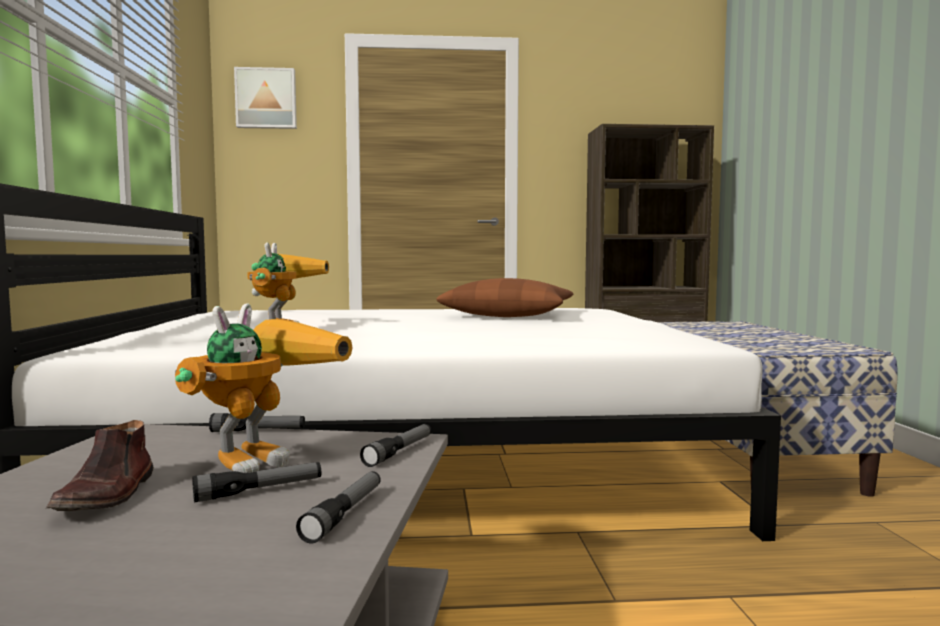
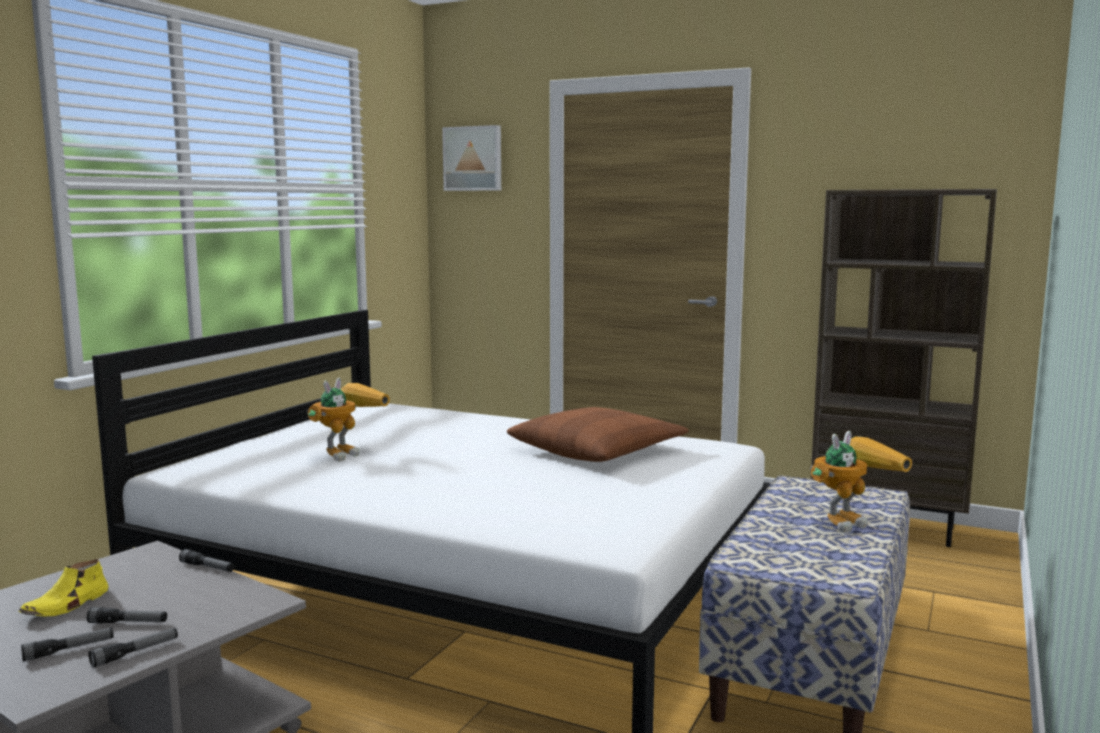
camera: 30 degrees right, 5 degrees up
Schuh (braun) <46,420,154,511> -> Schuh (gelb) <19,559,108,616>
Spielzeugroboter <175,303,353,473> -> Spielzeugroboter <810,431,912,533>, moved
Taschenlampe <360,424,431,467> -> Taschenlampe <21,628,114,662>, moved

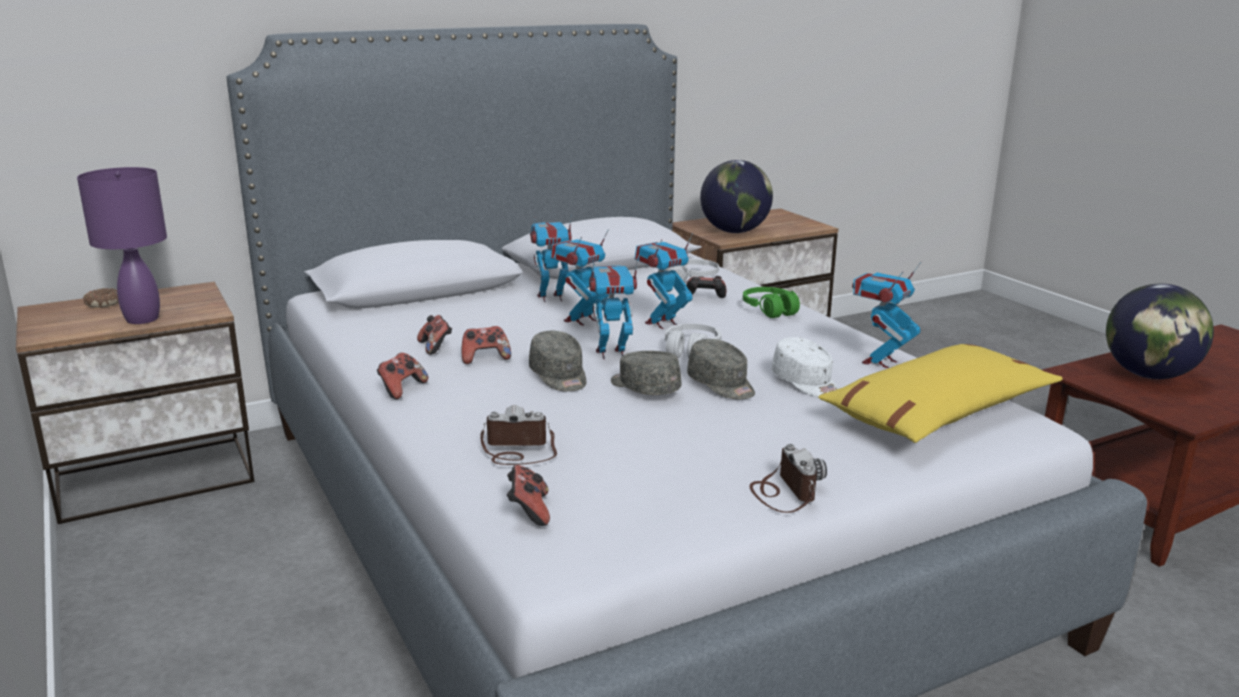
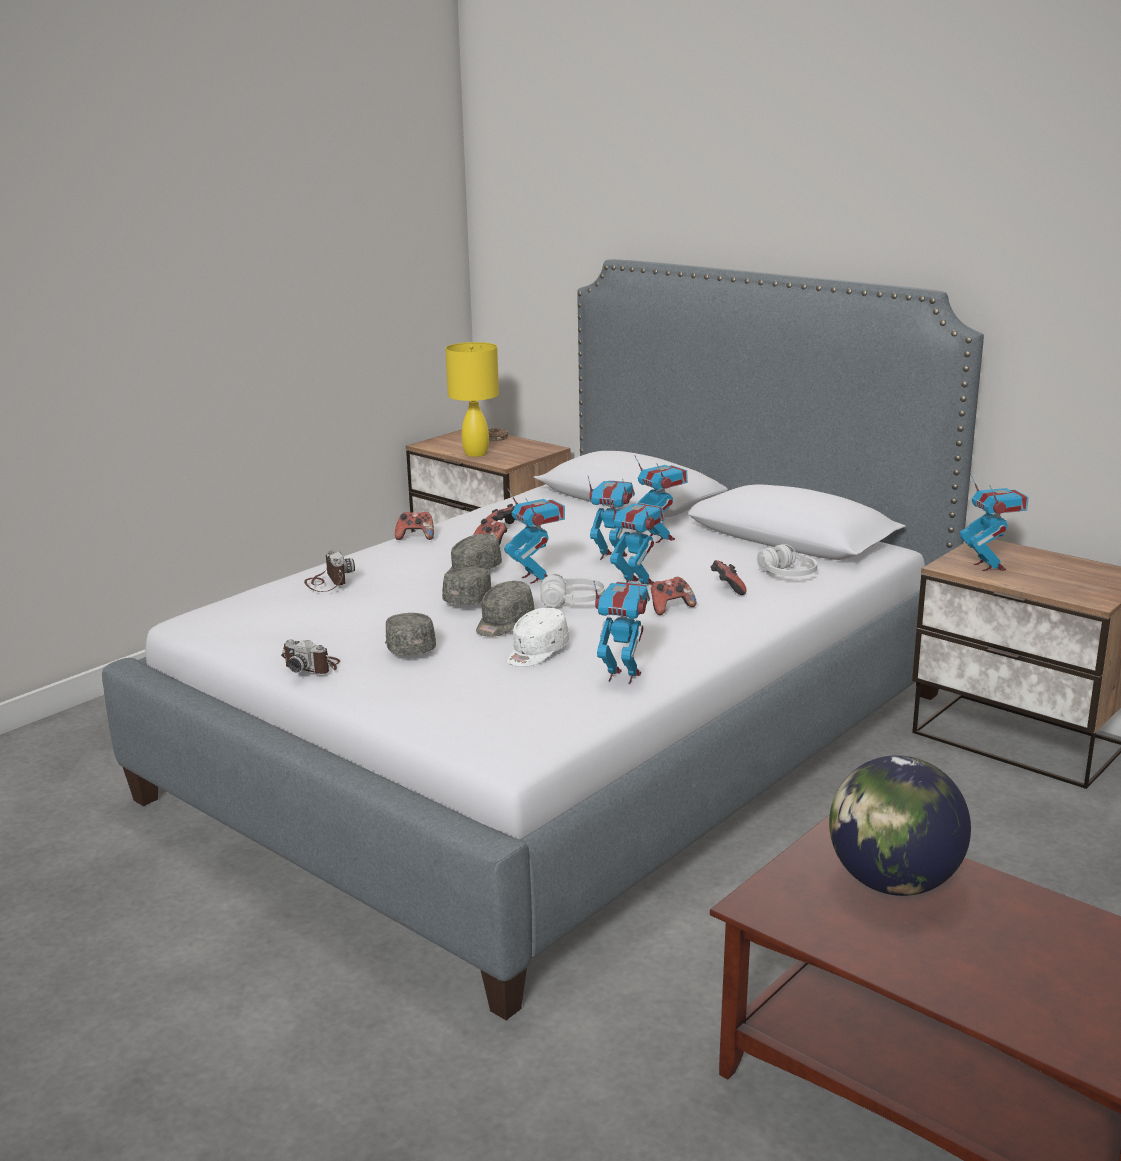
camera: 70 degrees right, 0 degrees up
Tischlampe (lila) <77,167,167,324> -> Tischlampe (gelb) <445,342,499,457>
Gamepad <507,465,550,526> -> Gamepad <651,577,697,615>, moved
Globus <700,160,773,233> -> Spielzeugroboter <960,475,1029,571>
Kopfhörer (grün) <743,287,800,318> -> none
Kamera <749,444,827,513> -> Kamera <281,639,340,674>, 60 degrees clockwise
Kissen (gelb) <818,344,1063,443> -> none
none -> Kappe (grau) <385,613,436,655>

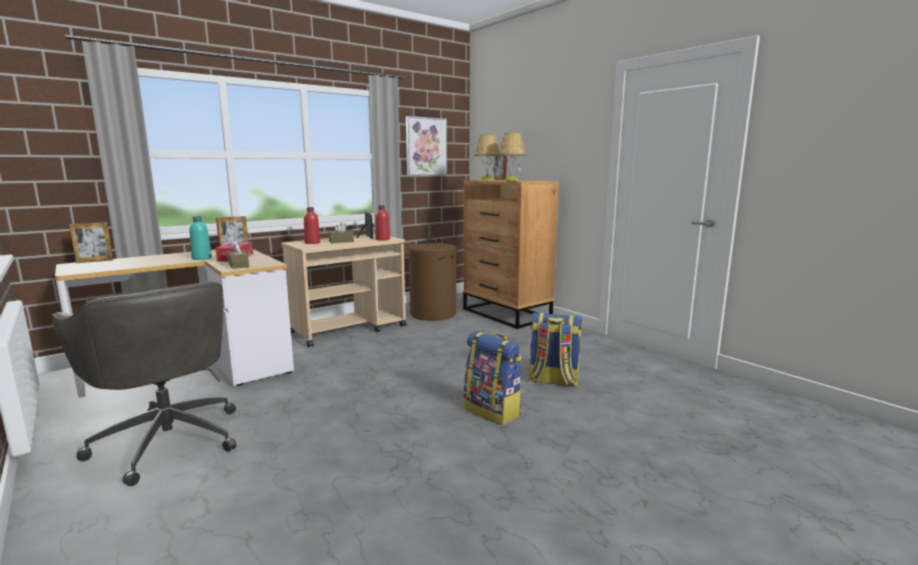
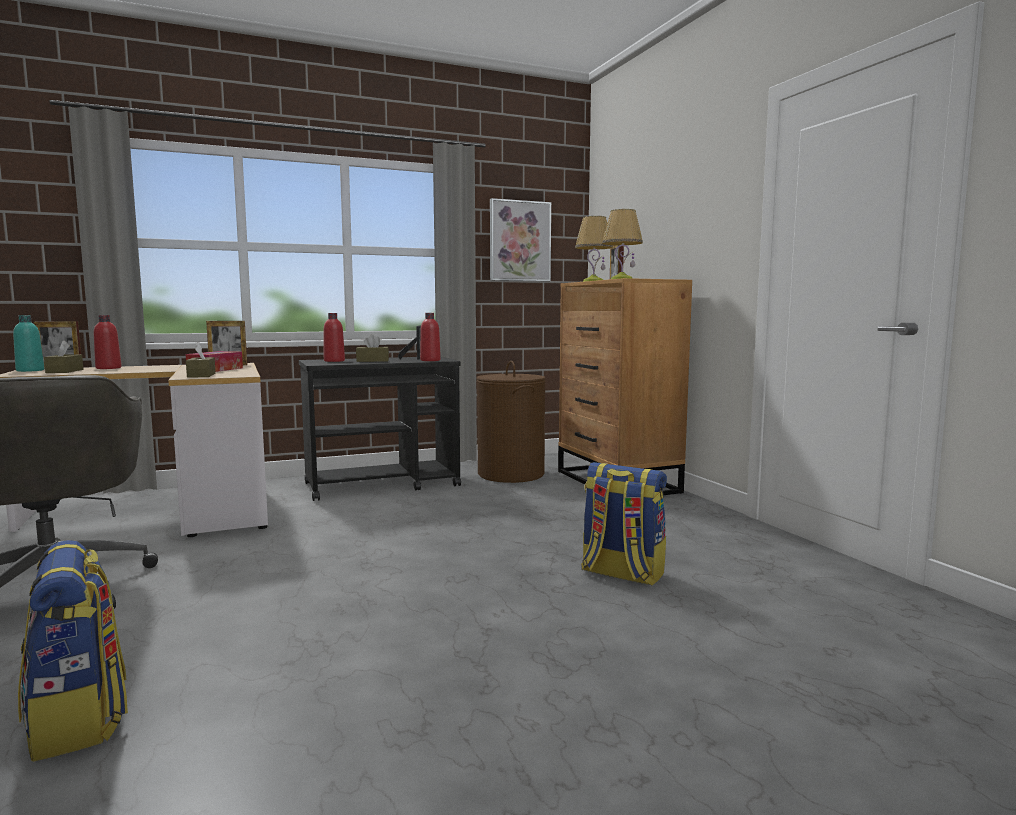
camera: 15 degrees right, 5 degrees down
Flasche (türkis) <189,216,212,260> -> Flasche (türkis) <13,315,44,372>, moved
Rollwagen (beige) <281,234,406,347> -> Rollwagen (schwarz) <299,357,461,501>
Rucksack <464,331,522,425> -> Rucksack <18,540,128,762>, moved
none -> Taschentuchbox (braun) <44,340,83,373>
none -> Flasche (rot) <94,315,122,369>

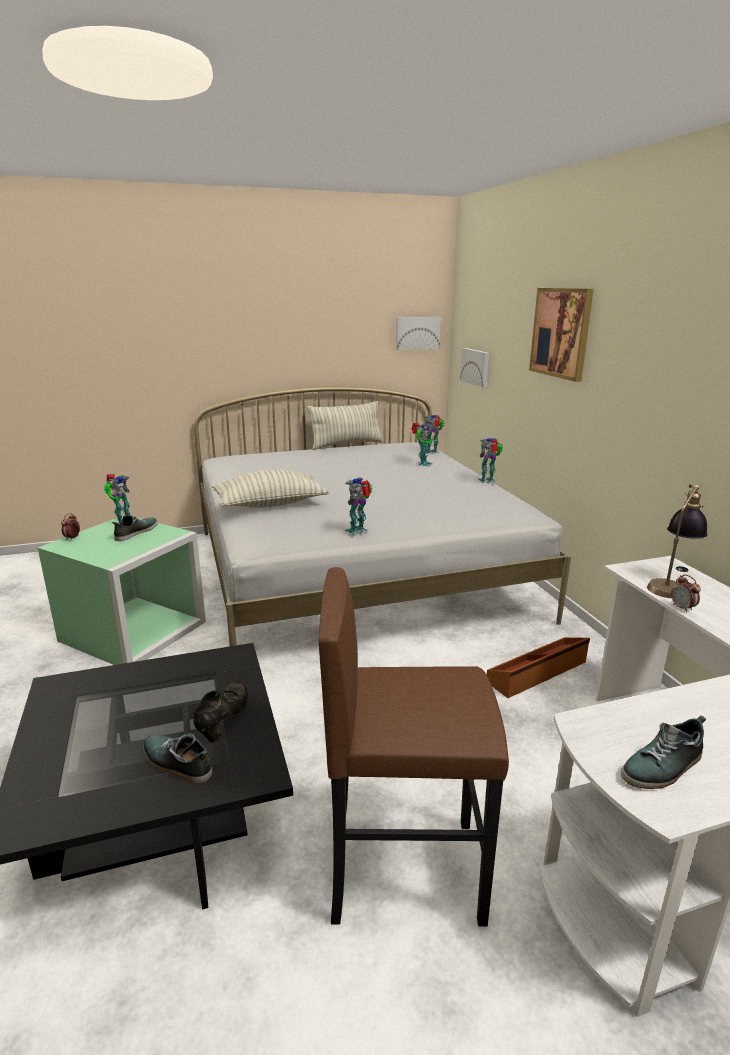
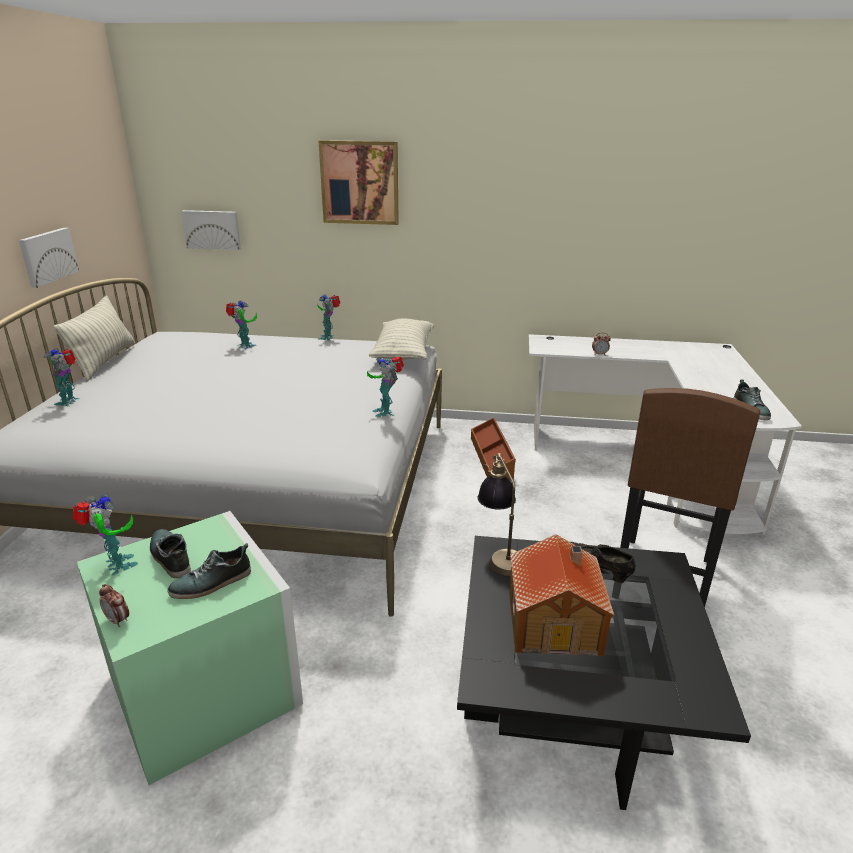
camera: 65 degrees left, 5 degrees up
Schuh <143,733,212,784> -> Schuh <168,543,251,599>, moved
Kissen <212,470,329,508> -> Kissen <369,319,434,360>, moved
Bild <396,317,441,350> -> Bild <19,228,79,288>, moved
Spielzeugroboter <425,415,444,454> -> Spielzeugroboter <44,348,80,406>, moved
Tischlampe <647,484,707,598> -> Tischlampe <478,453,517,576>, moved
none -> Spielzeughaus <509,534,614,656>

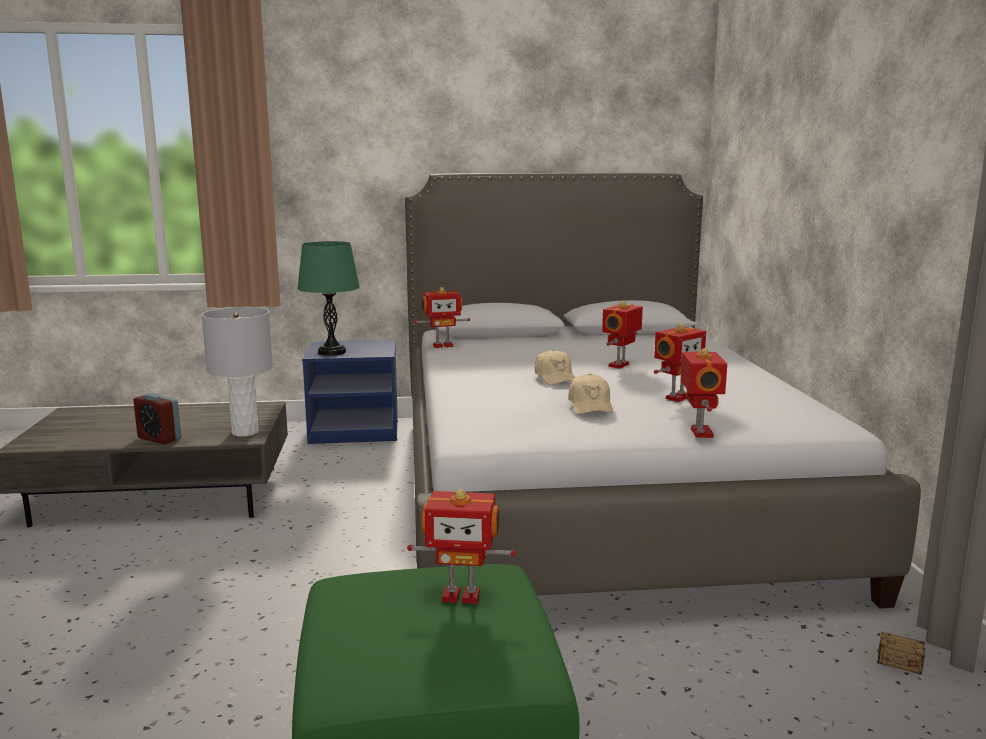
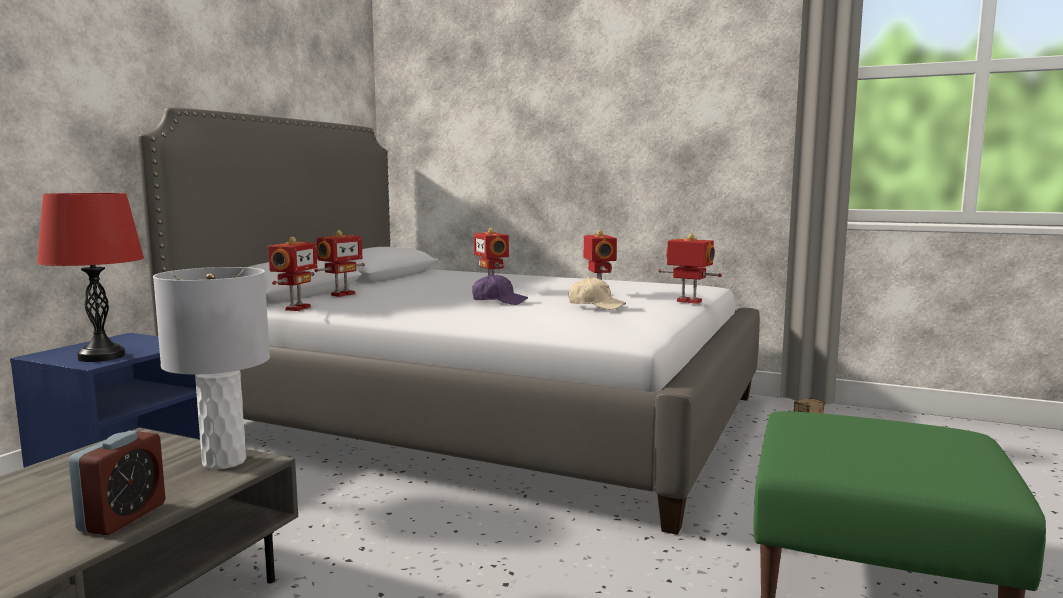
camera: 60 degrees left, 5 degrees down
Wecker <133,393,181,444> -> Wecker <68,431,165,535>, 45 degrees counterclockwise
Tischlampe (grün) <297,241,360,356> -> Tischlampe (rot) <37,193,144,362>
Spielzeugroboter <407,489,516,604> -> Spielzeugroboter <314,230,365,297>, moved
Kappe (beige) <535,349,576,385> -> Kappe (lila) <472,274,528,305>

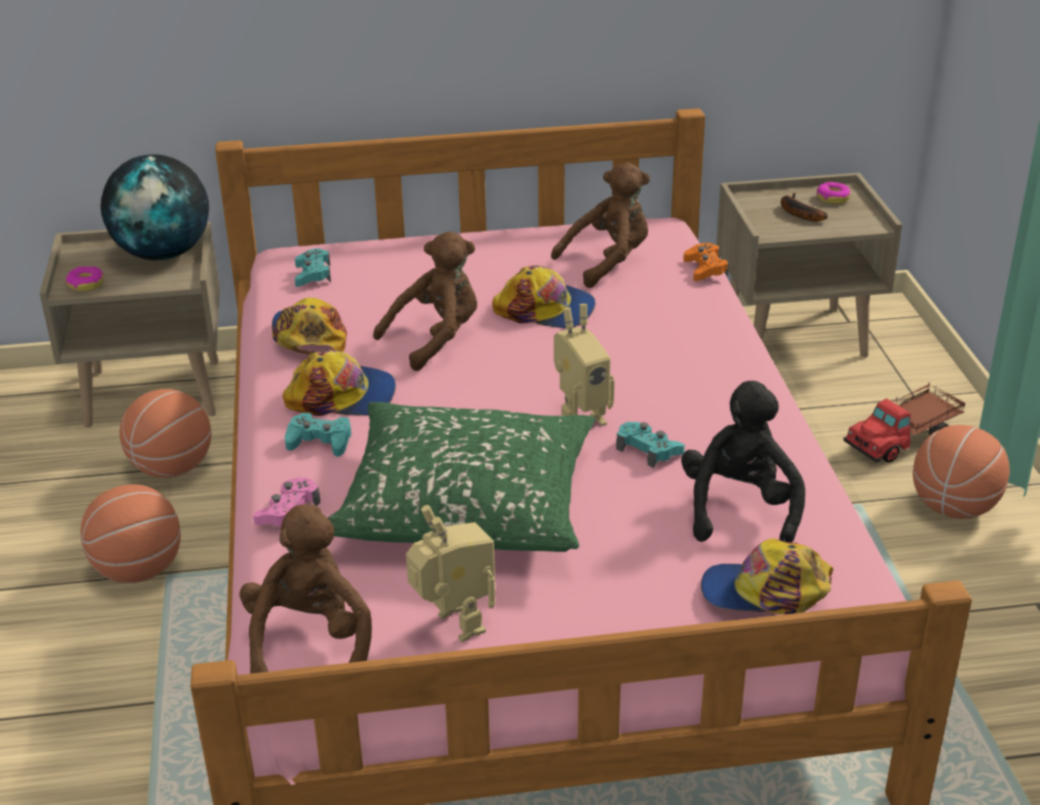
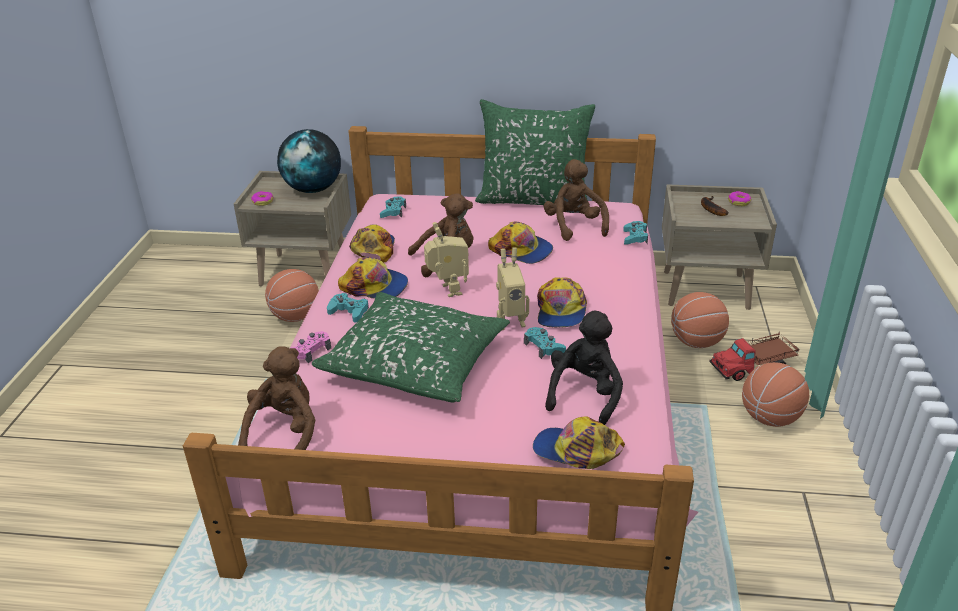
camera: 15 degrees right, 0 degrees up
Basketball <80,484,181,583> -> Basketball <671,292,729,348>, moved
Spielzeugroboter <406,505,495,642> -> Spielzeugroboter <424,222,469,297>, moved
Plüschtier (braun) <551,162,650,288> -> Plüschtier (braun) <543,159,609,241>, 90 degrees counterclockwise
Gamepad (orange) <683,243,729,281> -> Gamepad (türkis) <623,221,648,245>
none -> Kissen (grün) <475,99,595,205>
none -> Kappe <537,277,587,328>

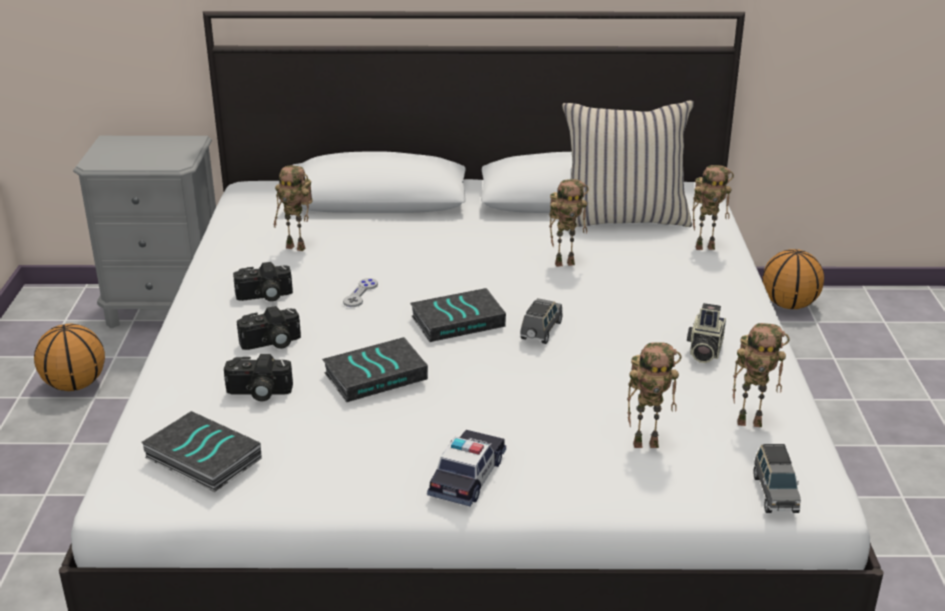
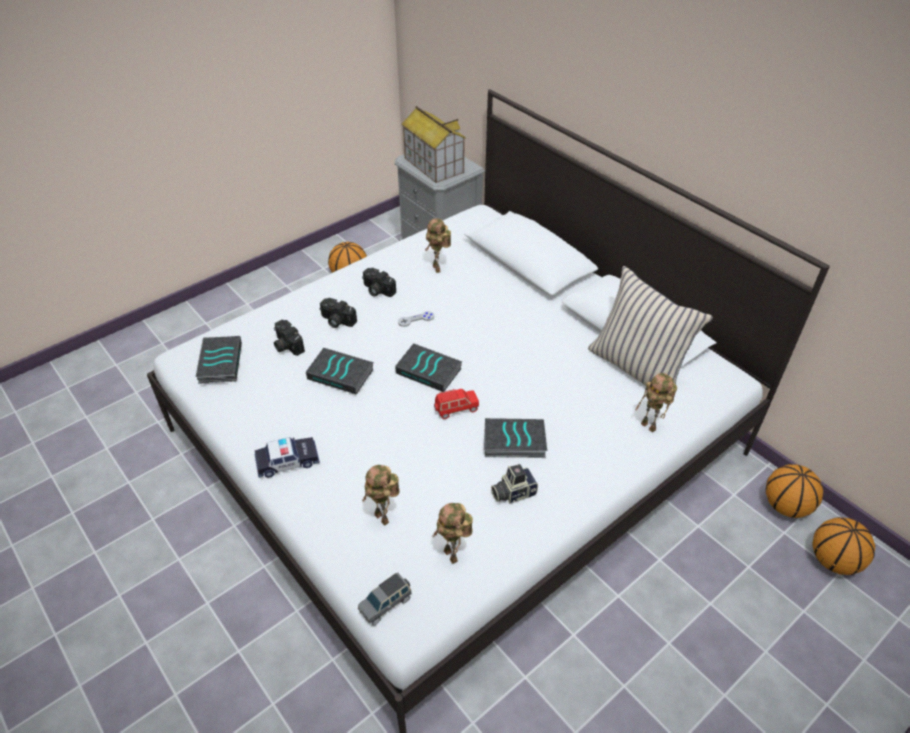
camera: 50 degrees right, 15 degrees up
Spielzeugauto (grau) <520,298,563,344> -> Spielzeugauto (rot) <434,389,479,419>
Spielzeugroboter <549,179,589,267> -> none
none -> Spielzeughaus <402,106,466,183>
none -> Buch <484,418,547,458>
none -> Basketball <813,517,875,575>

